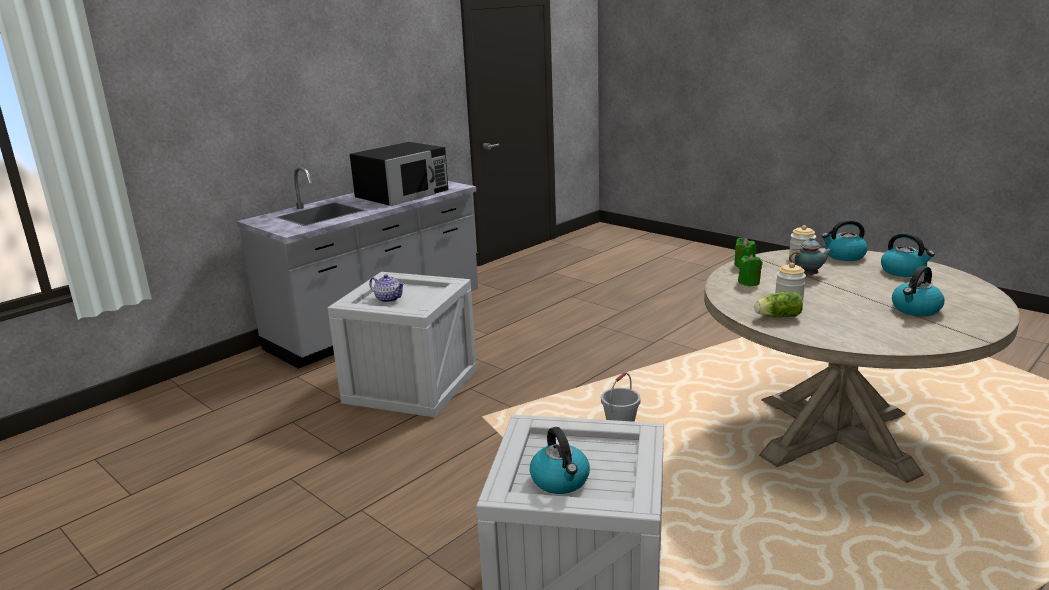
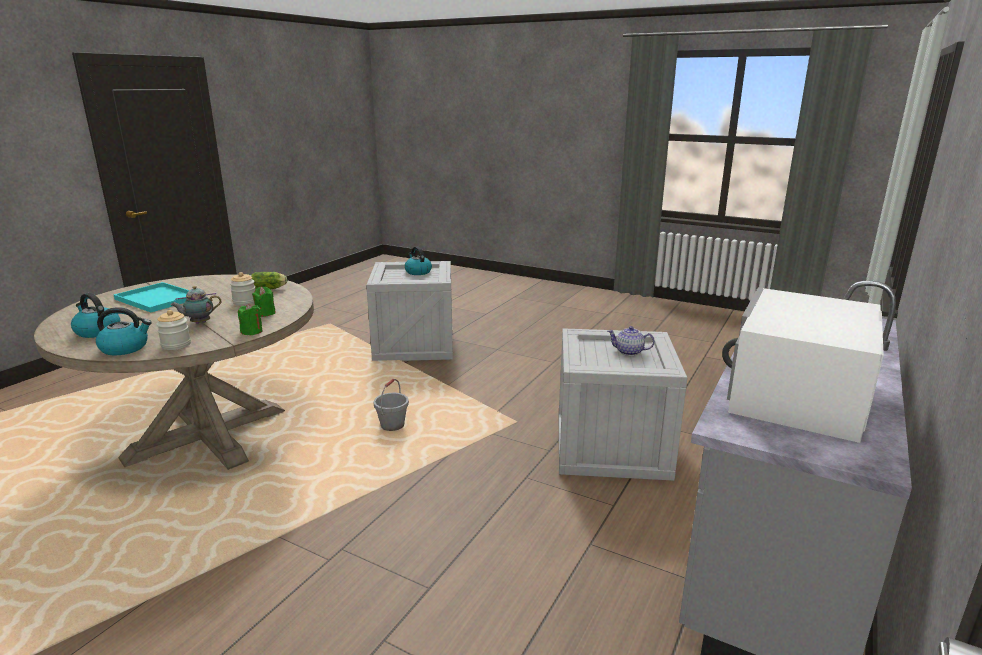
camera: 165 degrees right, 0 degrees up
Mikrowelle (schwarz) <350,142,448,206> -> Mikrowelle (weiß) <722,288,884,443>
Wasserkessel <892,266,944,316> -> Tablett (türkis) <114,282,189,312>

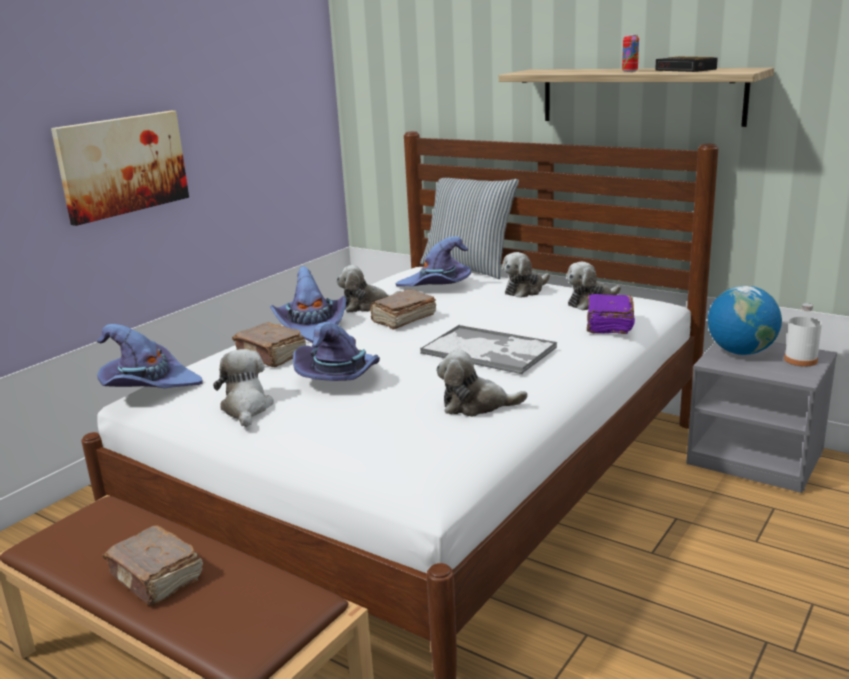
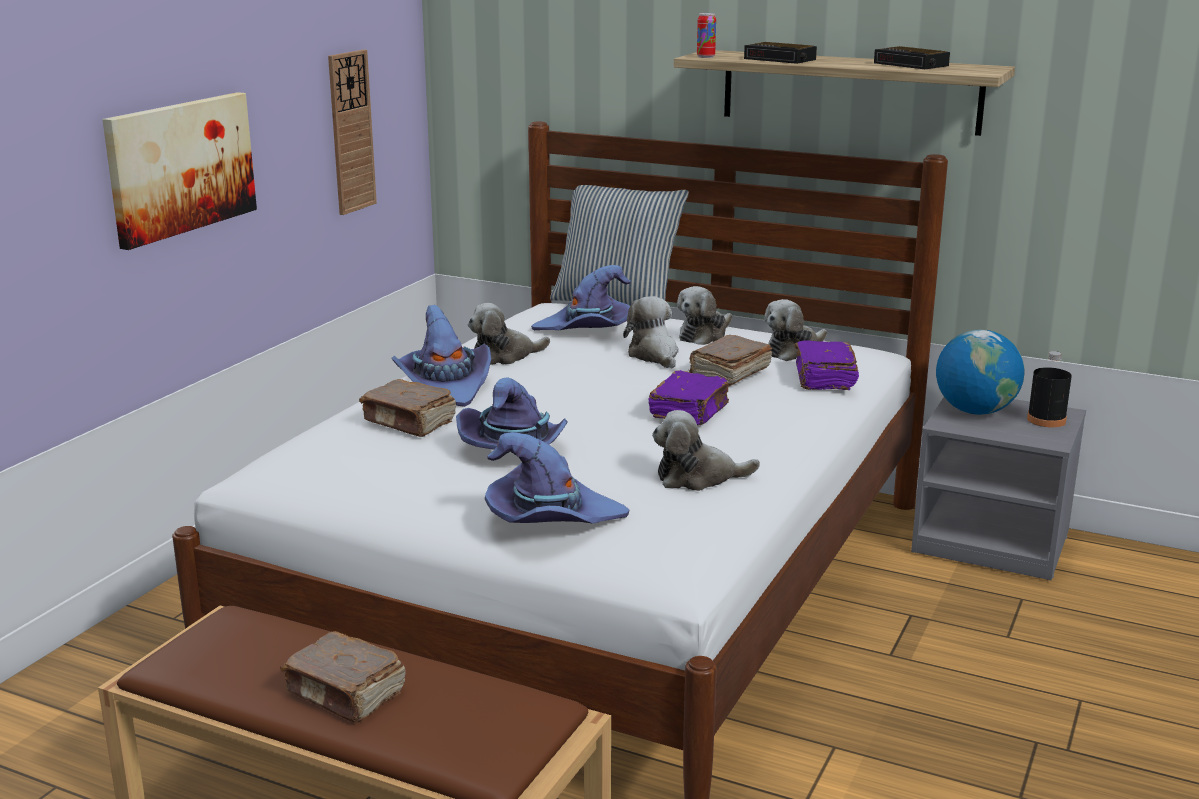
camera: 10 degrees left, 0 degrees up
Hut (lila) <97,324,203,388> -> Hut (lila) <485,432,629,524>, moved
Plüschtier <213,349,274,427> -> Plüschtier <623,296,679,369>, moved
Buch (braun) <369,289,436,330> -> Buch (braun) <689,335,772,386>, moved
Tablett <420,325,557,374> -> Buch (lila) <648,370,729,426>
Dose <622,34,639,72> -> Dose <697,13,716,58>, moved
Flasche (weiß) <784,303,822,366> -> Flasche (schwarz) <1027,351,1072,428>
none -> Wanduhr <328,49,377,215>
none -> Wecker <744,42,817,64>

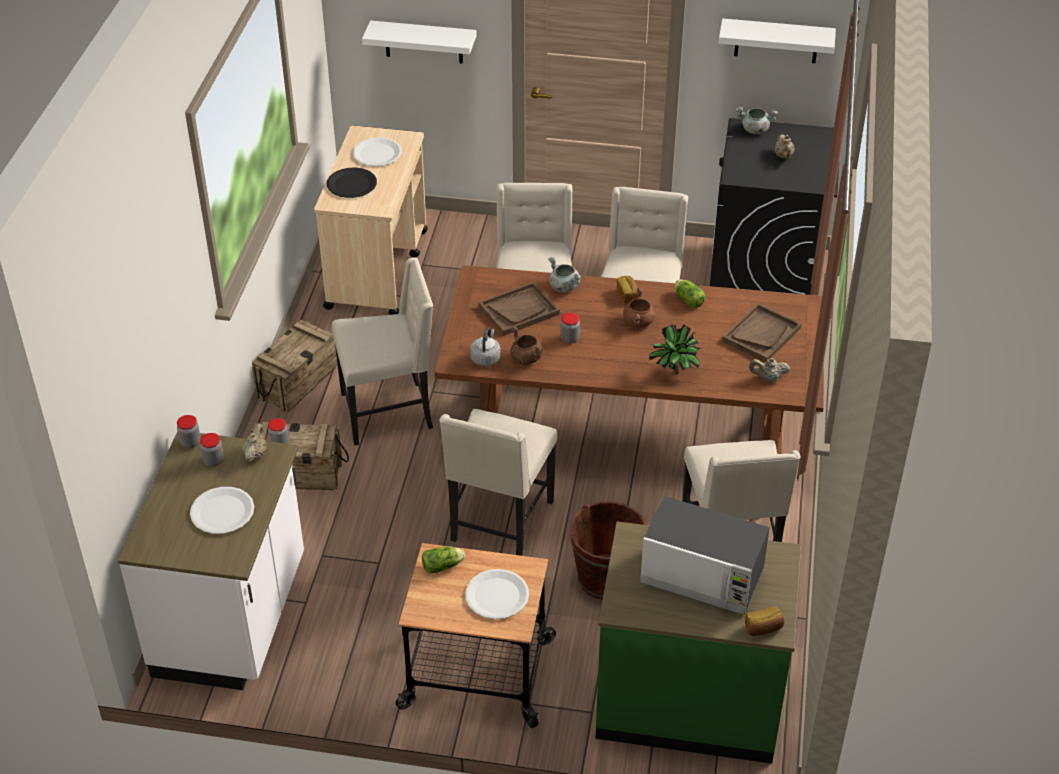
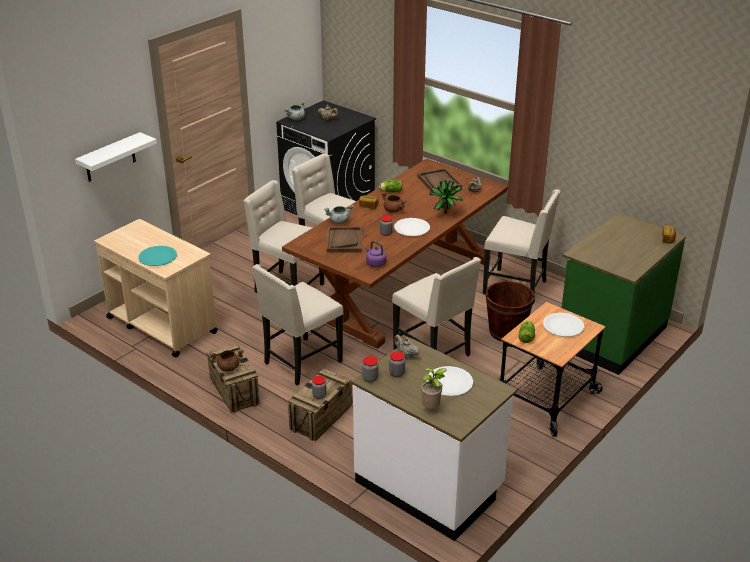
camera: 60 degrees left, 10 degrees down
Teller (schwarz) <327,167,377,198> -> Teller (türkis) <138,246,177,266>
Stuhl (beige) <332,257,433,446> -> Stuhl (beige) <253,264,343,385>, 150 degrees counterclockwise
Teller (weiß) <353,137,402,166> -> Teller (weiß) <394,218,430,236>, moved
Wasserkessel (grau) <470,327,501,366> -> Wasserkessel (lila) <365,241,386,267>
Kochtopf (braun) <511,326,543,365> -> Kochtopf (braun) <210,350,244,371>, moved
Mikrowelle <640,496,770,615> -> none
Wandregal (weiß) <719,18,836,63> -> none
none -> Topfpflanze <421,368,447,409>

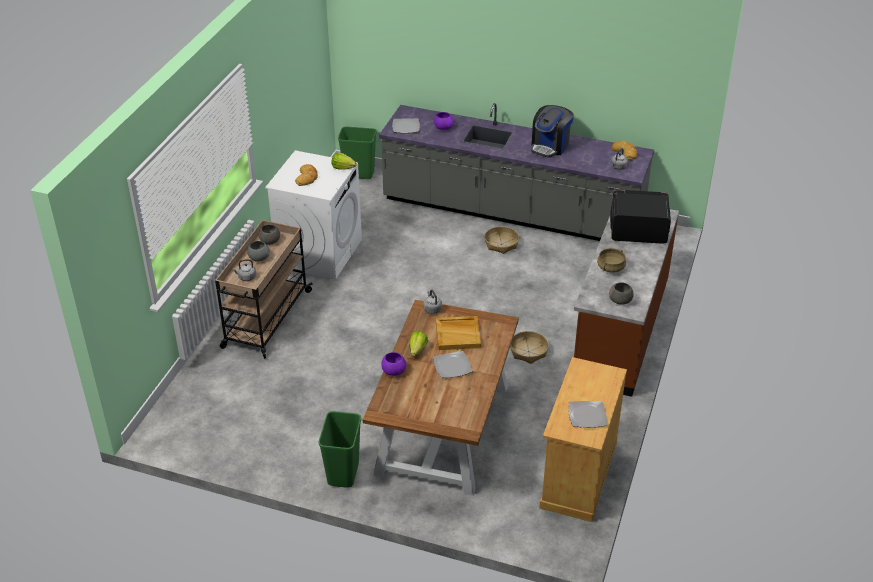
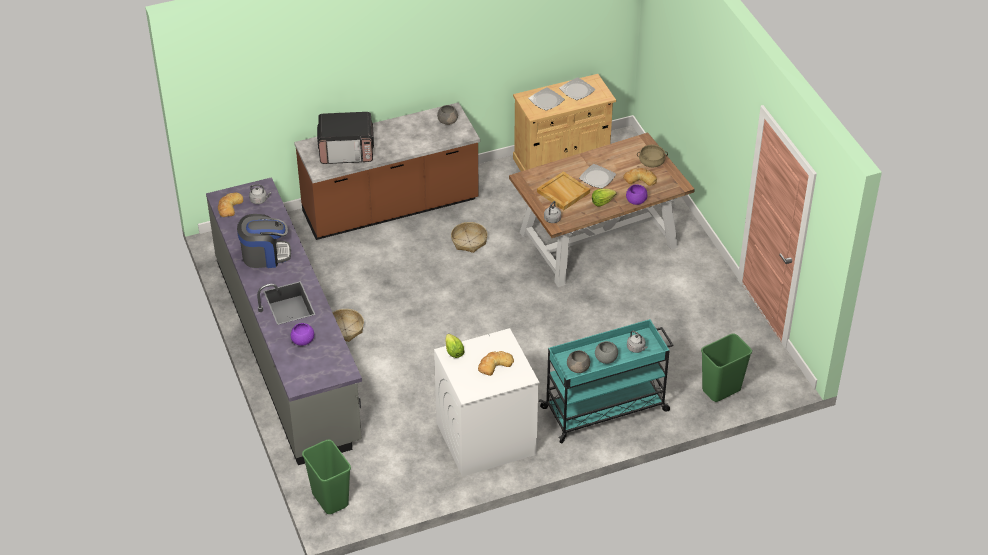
camera: 130 degrees left, 5 degrees up
Rollwagen (beige) <215,220,313,359> -> Rollwagen (türkis) <539,319,673,443>
Mülleimer (grün) <318,411,361,488> -> Mülleimer (grün) <701,333,752,402>, moved
Teller <392,118,420,133> -> Teller <528,87,565,111>, moved
Kochtopf (beige) <597,248,626,273> -> Kochtopf (beige) <637,145,668,167>, moved
Mikrowelle <610,190,671,244> -> Mikrowelle <317,112,374,164>, 60 degrees counterclockwise
none -> Brot <623,168,657,186>

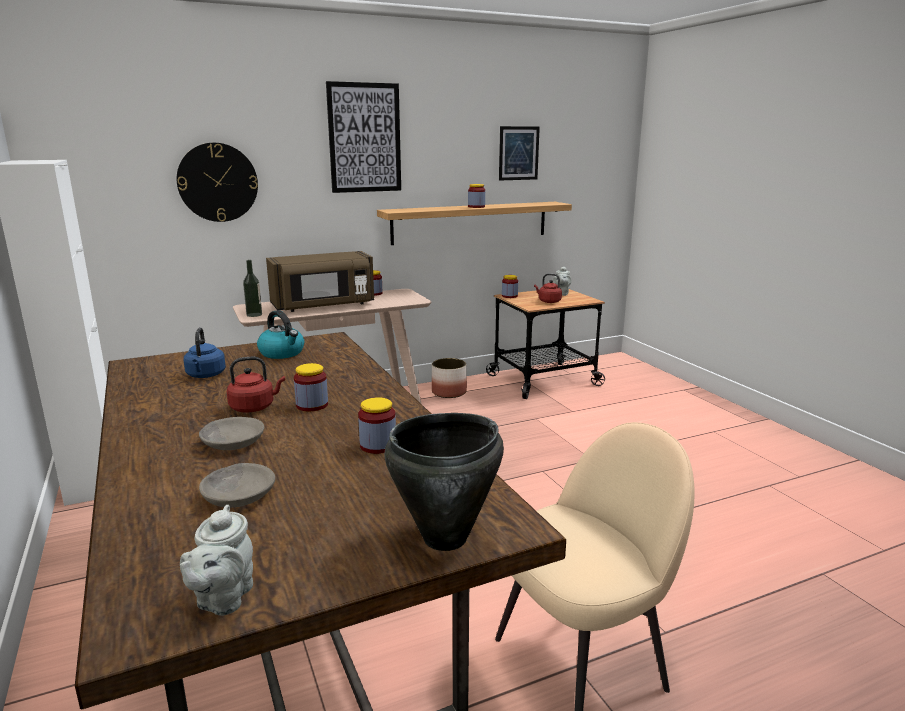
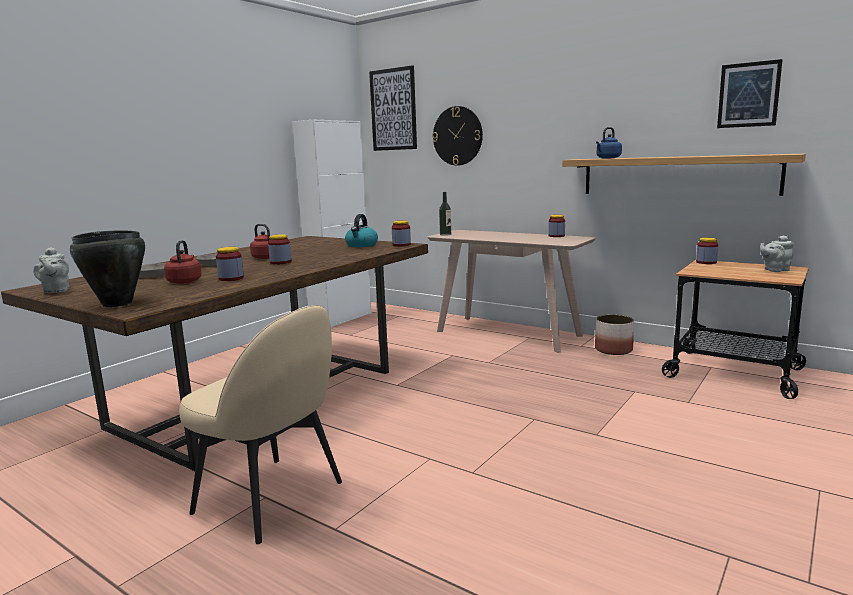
camera: 60 degrees right, 5 degrees down
Teekanne (grau) <180,505,253,616> -> Teekanne (grau) <33,247,70,293>, 90 degrees counterclockwise
Wasserkessel (blau) <184,328,226,378> -> Wasserkessel (blau) <596,127,622,159>, moved
Mikrowelle (braun) <266,251,374,312> -> none
Bild <326,81,401,193> -> Bild <369,65,417,151>, moved
Vorratsglas <468,184,485,208> -> Vorratsglas <392,221,411,247>, moved
Wasserkessel (rot) <534,274,562,303> -> Wasserkessel (rot) <164,240,202,284>, moved

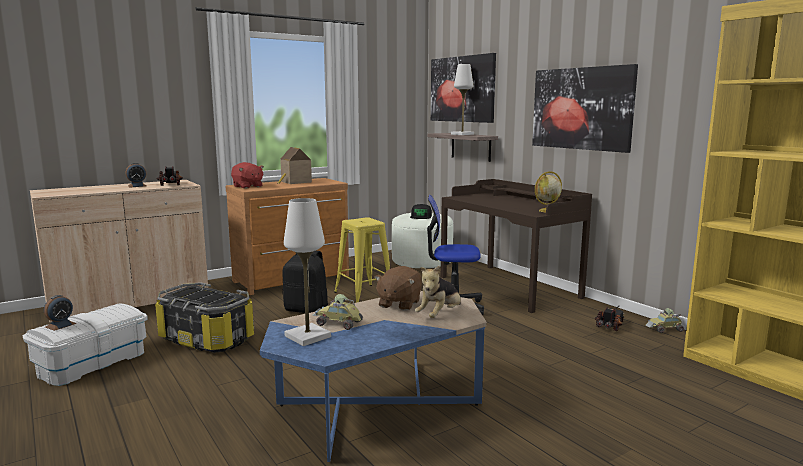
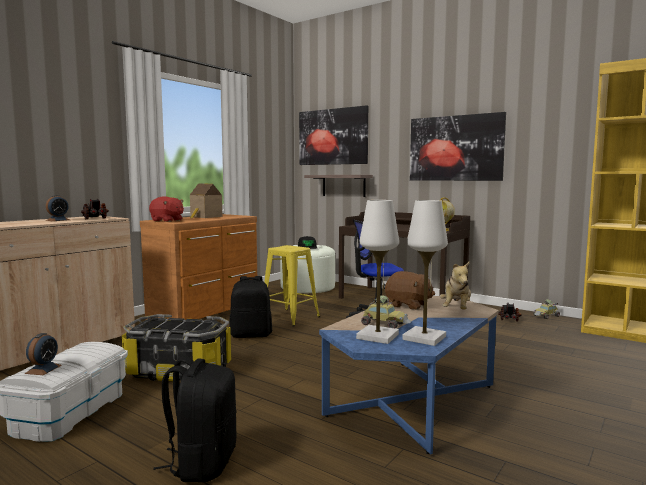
camera: 20 degrees left, 5 degrees down
Spielzeugauto <312,294,363,330> -> Spielzeugauto <361,295,411,329>, 150 degrees counterclockwise
Plüschtier (braun) <374,266,422,311> -> Plüschtier (braun) <385,271,435,310>, 60 degrees counterclockwise
Tischlampe (weiß) <451,64,474,135> -> Tischlampe (weiß) <402,200,448,346>, moved
none -> Rucksack (schwarz) <153,357,237,482>

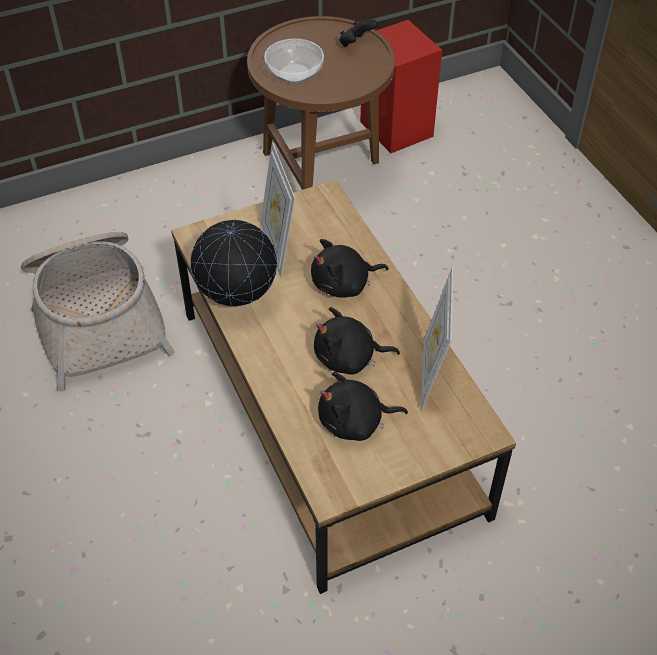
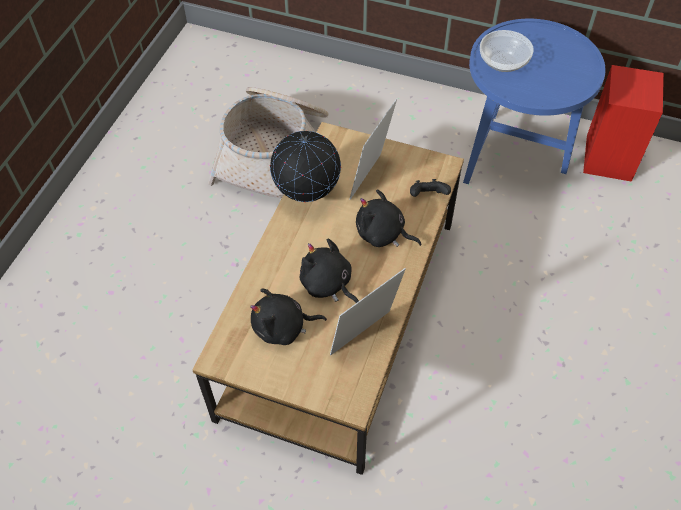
camera: 45 degrees right, 5 degrees up
Beistelltisch (braun) <247,16,395,190> -> Beistelltisch (blau) <463,19,605,184>
Plüschtier (schwarz) <318,372,408,441> -> Plüschtier (schwarz) <250,289,327,345>, 45 degrees counterclockwise
Gamepad (schwarz) <339,19,378,47> -> Gamepad (schwarz) <410,179,451,197>, moved

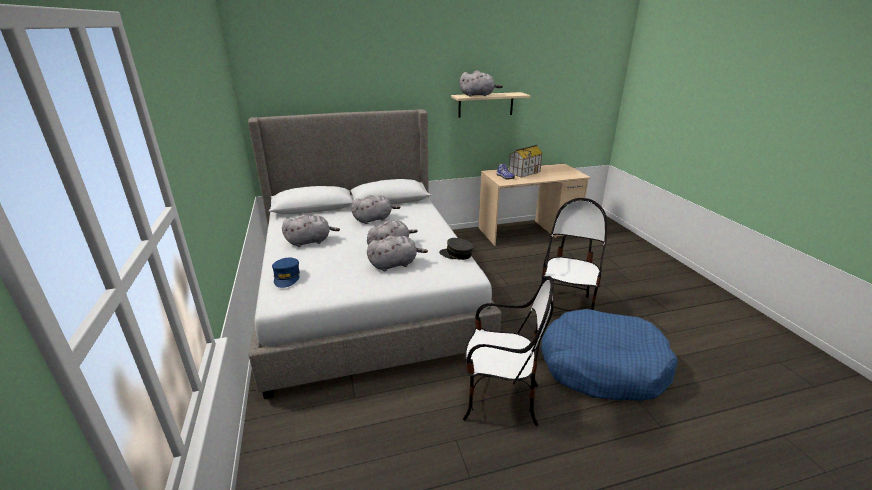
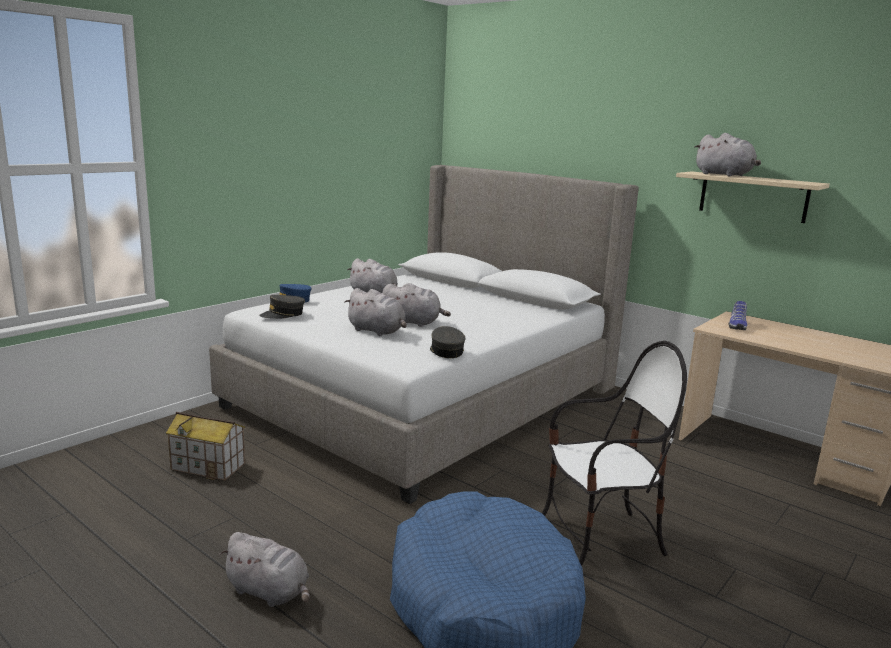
camera: 55 degrees right, 10 degrees down
Plüschtier (grau) <351,195,400,224> -> Plüschtier (grau) <219,532,310,607>, moved
Stuhl <463,276,554,426> -> none
Spielzeughaus <509,145,543,178> -> Spielzeughaus <166,412,245,481>, moved
none -> Kappe (grau) <259,295,305,319>

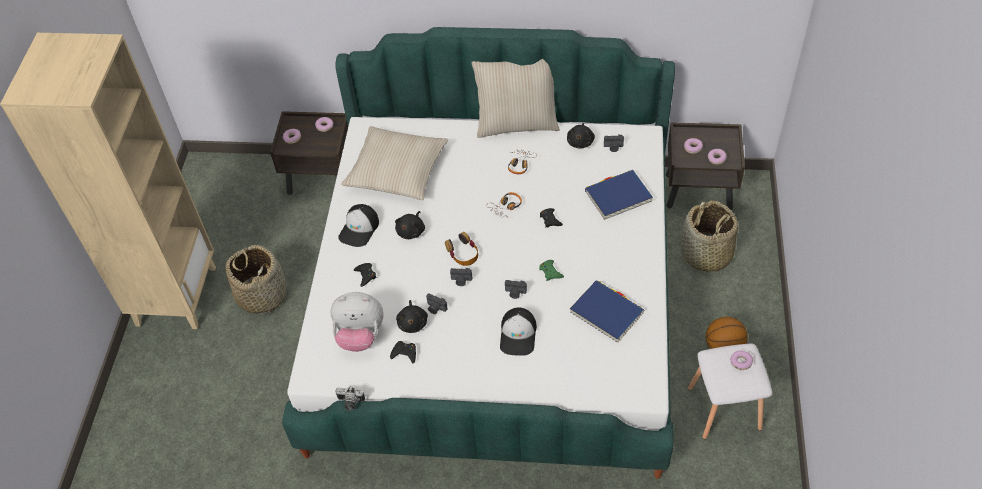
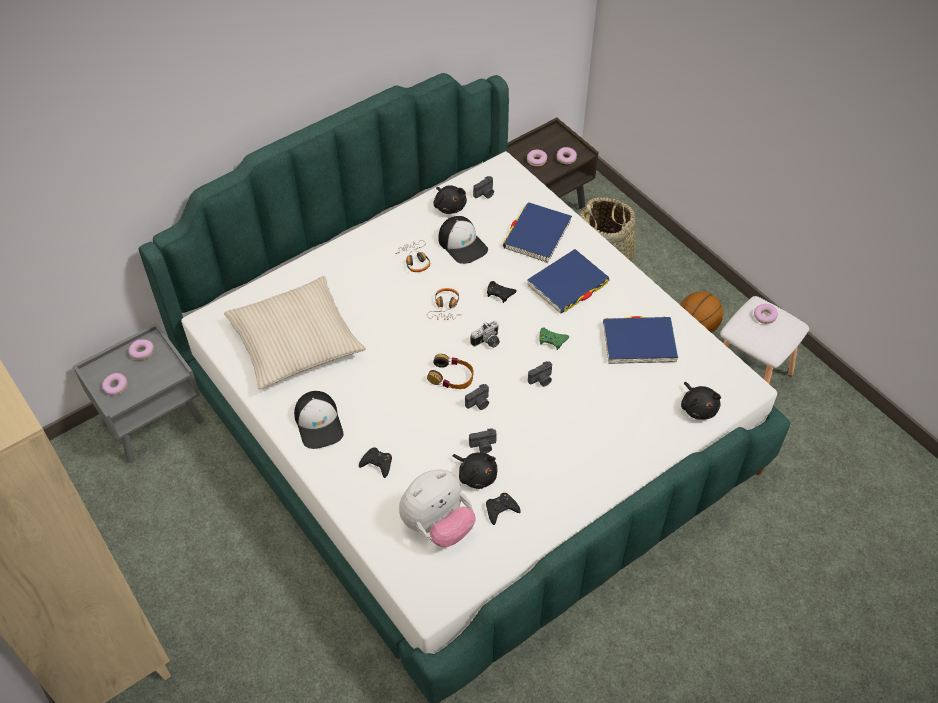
camera: 45 degrees left, 0 degrees up
Korb <226,245,286,314> -> none
Nachttisch (braun) <270,111,348,195> -> Nachttisch (grau) <73,323,204,463>
Kamera <335,387,365,411> -> Kamera <470,321,500,348>, moved
Plüschtier (schwarz) <395,211,425,239> -> Plüschtier (schwarz) <681,382,721,420>, moved
Kissen (beige) <472,59,560,138> -> none
Kappe <500,308,537,356> -> Kappe <438,216,488,264>, moved
none -> Buch (blau) <527,249,609,314>

